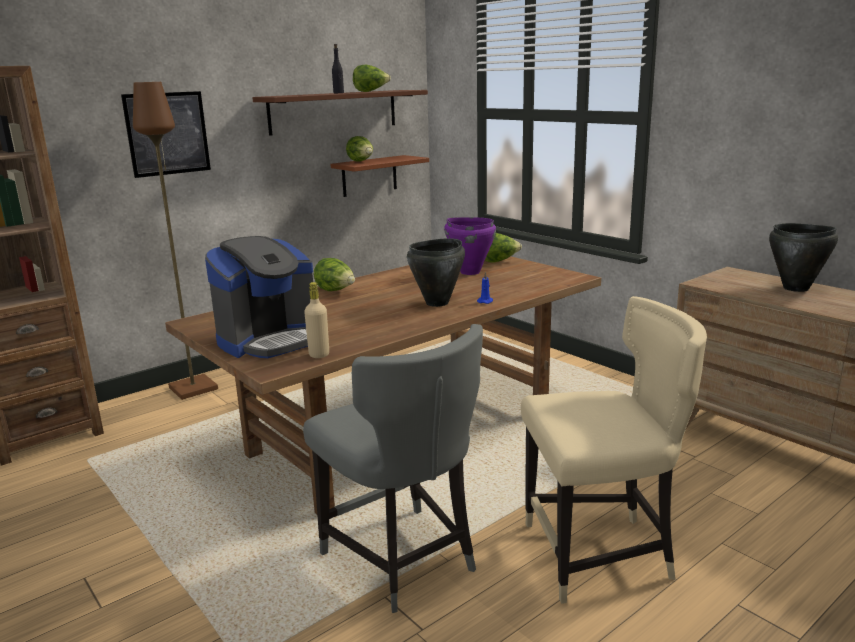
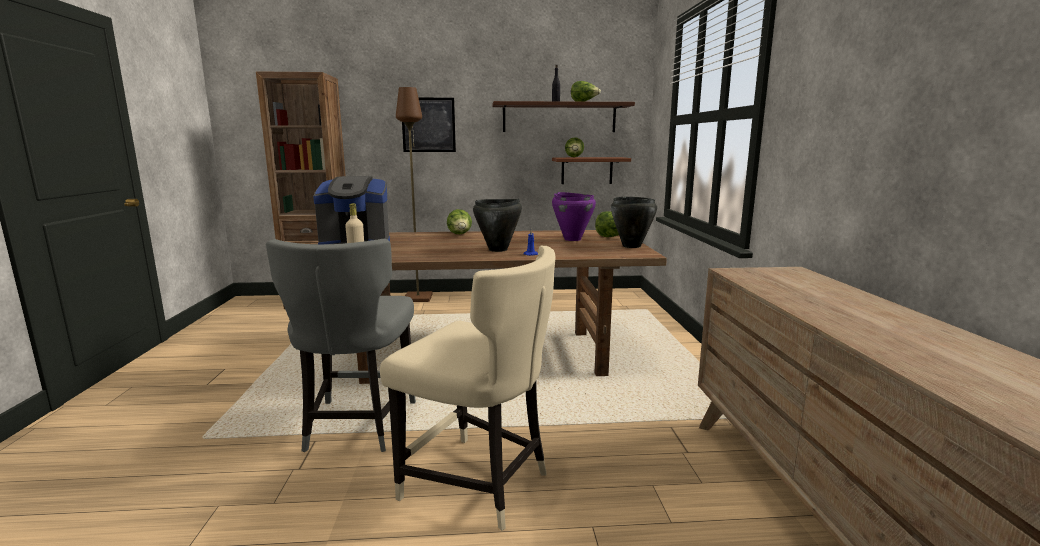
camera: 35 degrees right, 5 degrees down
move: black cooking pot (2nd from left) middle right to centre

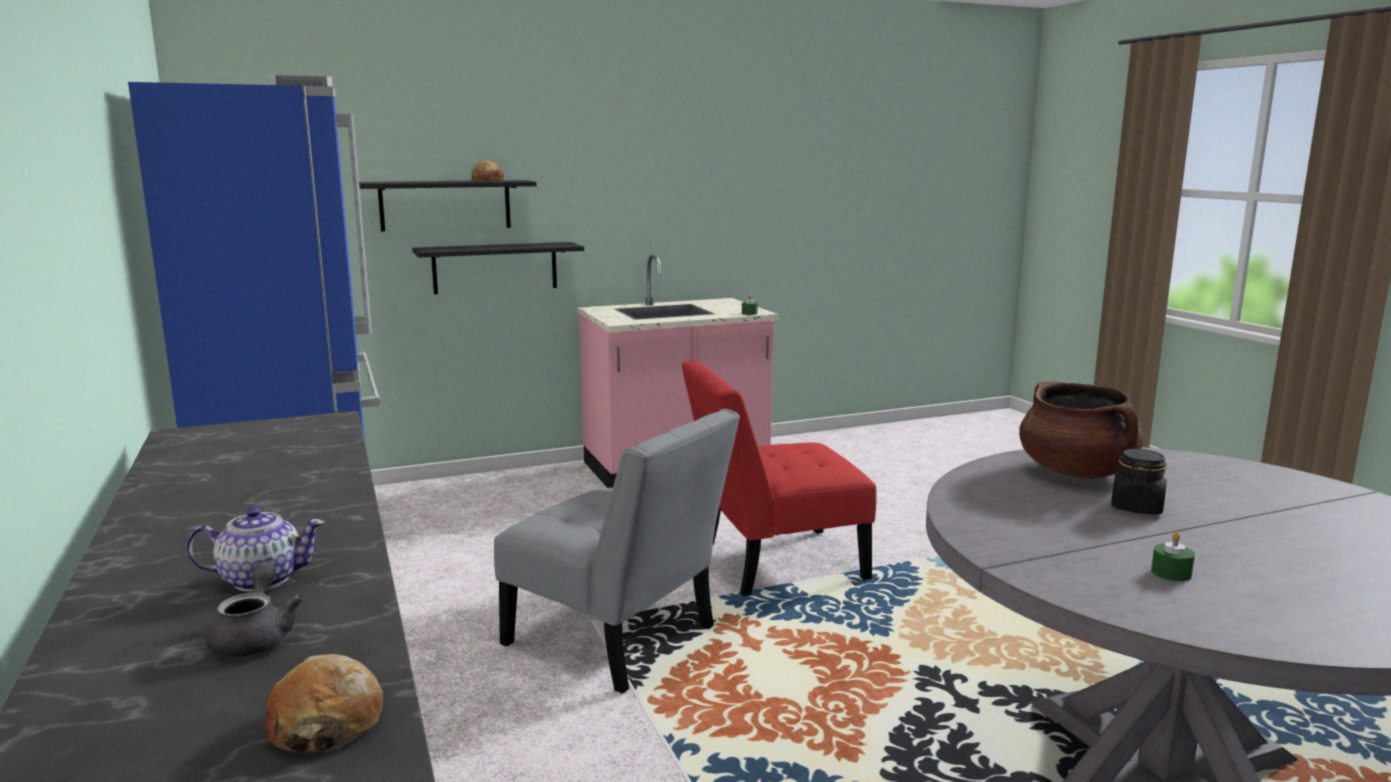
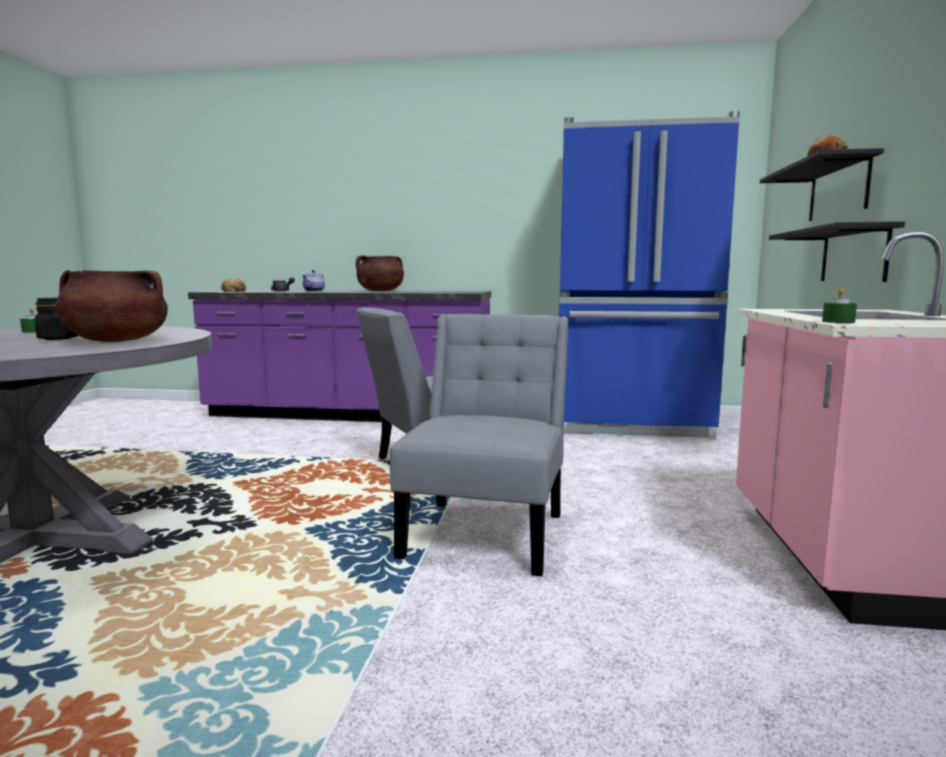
camera: 120 degrees right, 5 degrees down
insert: brown cooking pot (2nd from left) centre
recolor: red chair centre to grey chair (2nd from left) centre

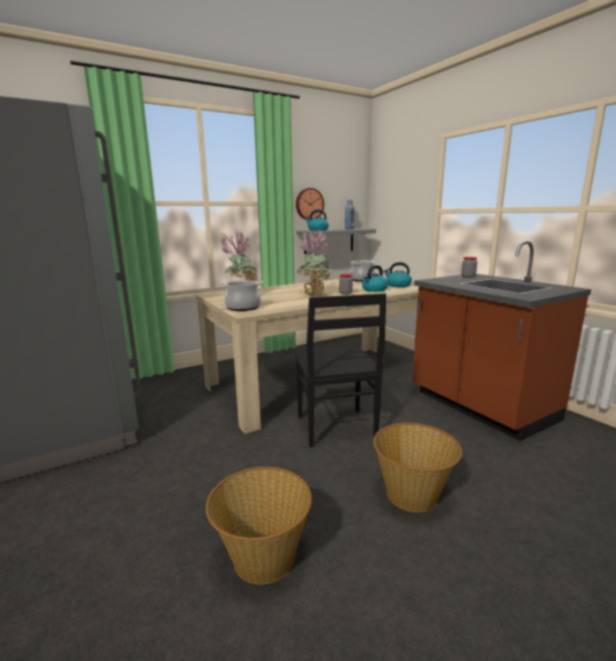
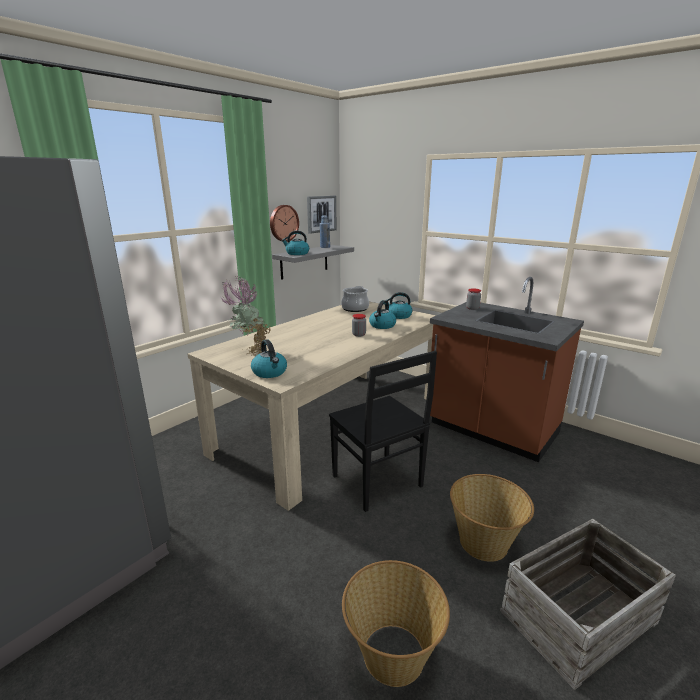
camera: 20 degrees left, 5 degrees up
delete: potted plant (2nd from left) centre
insert: picture top centre; crate bottom right
replace: cooking pot (1st from left) centre to kettle (1st from left) centre

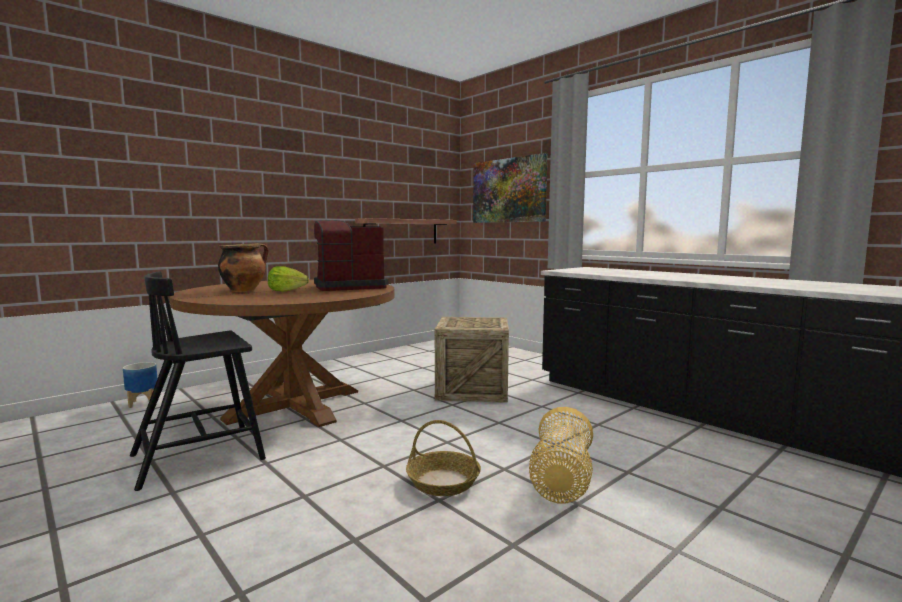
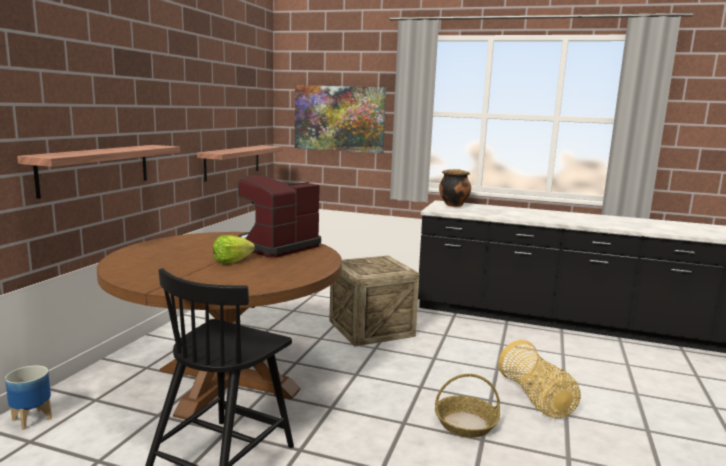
camera: 30 degrees left, 5 degrees up
insert: shelf (1st from left) middle left
move: cooking pot middle left to centre

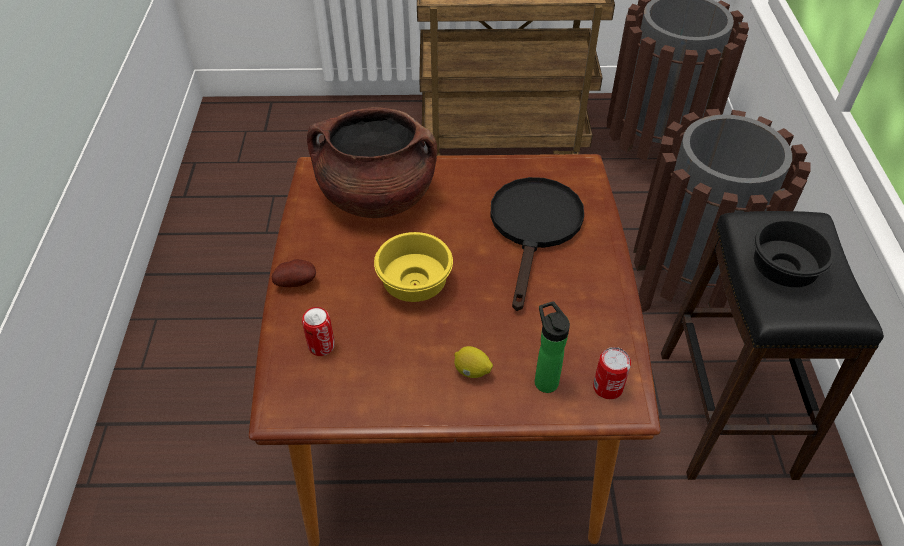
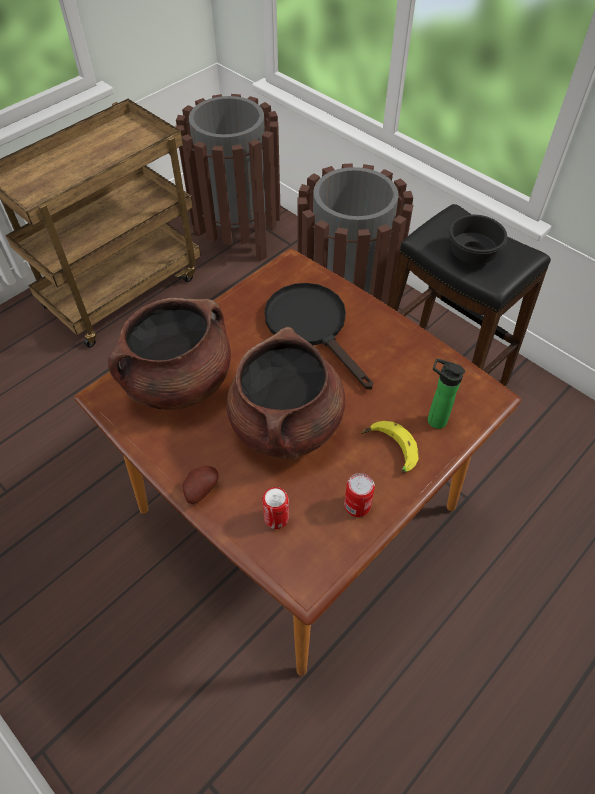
camera: 45 degrees left, 5 degrees up
move: can (2nd from left) bottom right to centre
replace: yellow bowl centre to brown cooking pot (2nd from left) centre; lemon centre to banana centre

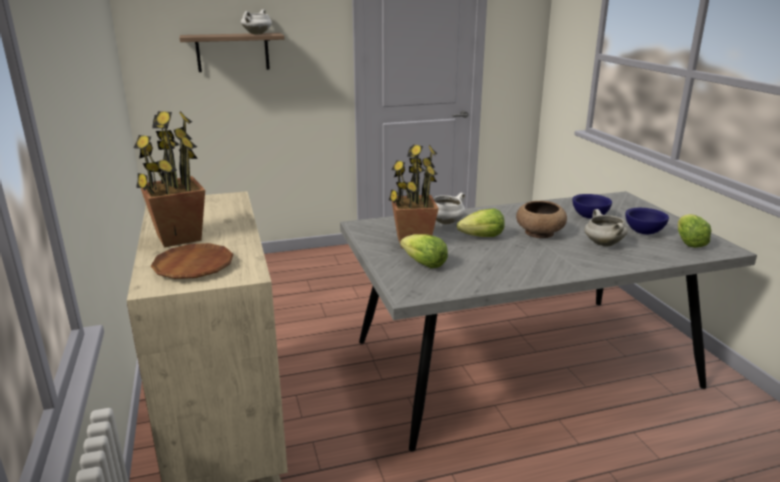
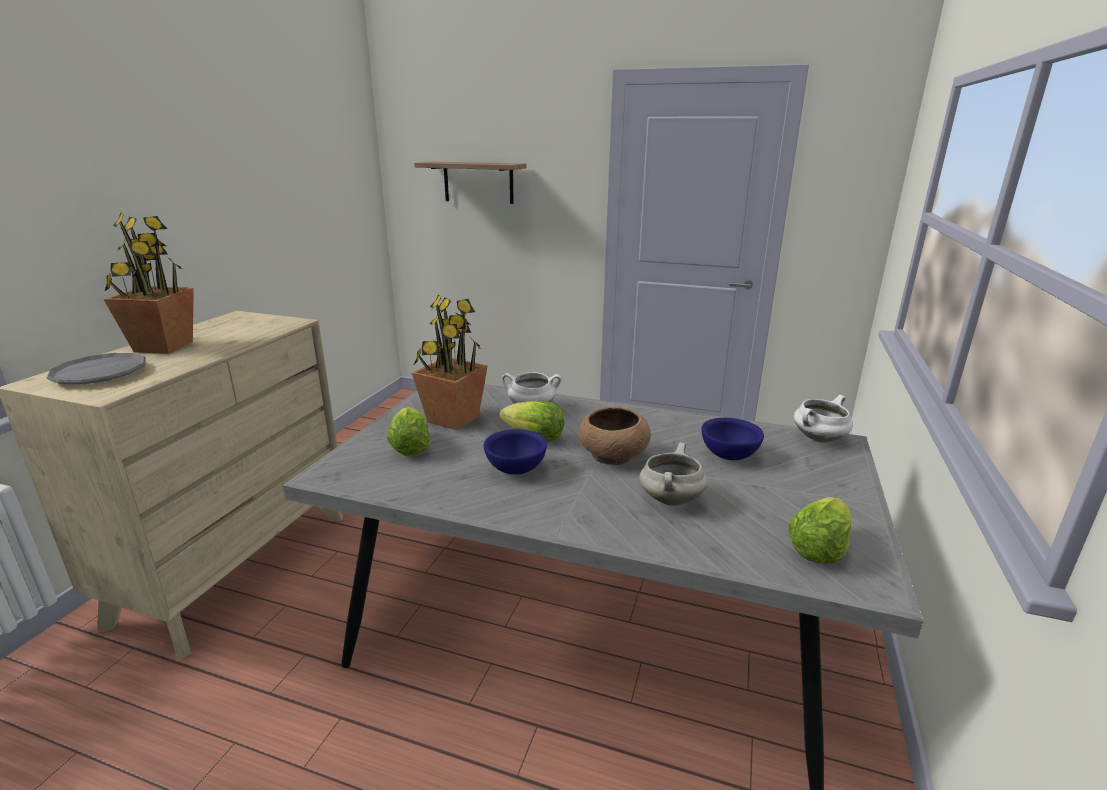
camera: 35 degrees right, 0 degrees up
move: white cooking pot (1st from left in the first image) top left to white cooking pot (3rd from left) middle right; blue bowl (2nd from left in the first image) middle right to blue bowl (1st from left) centre
recolor: brown plate middle left to grey plate middle left

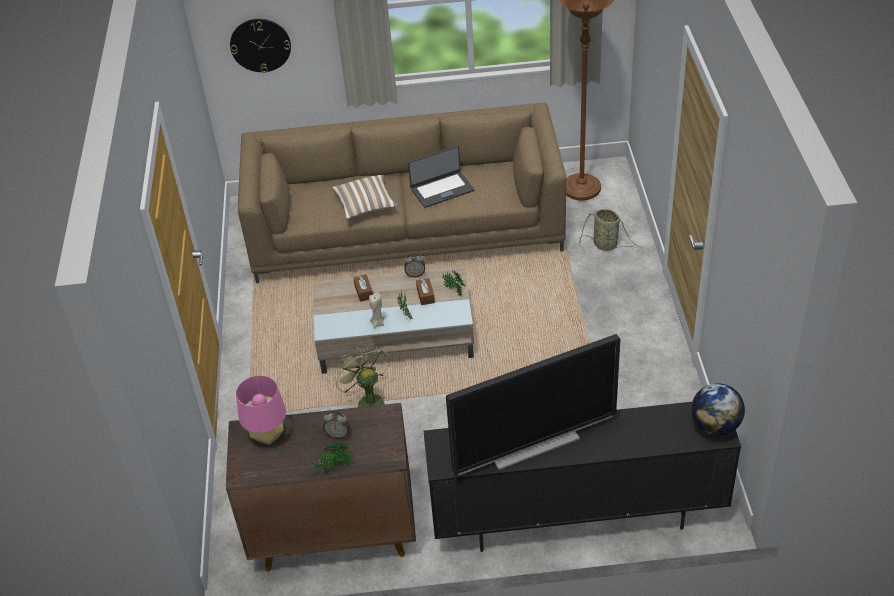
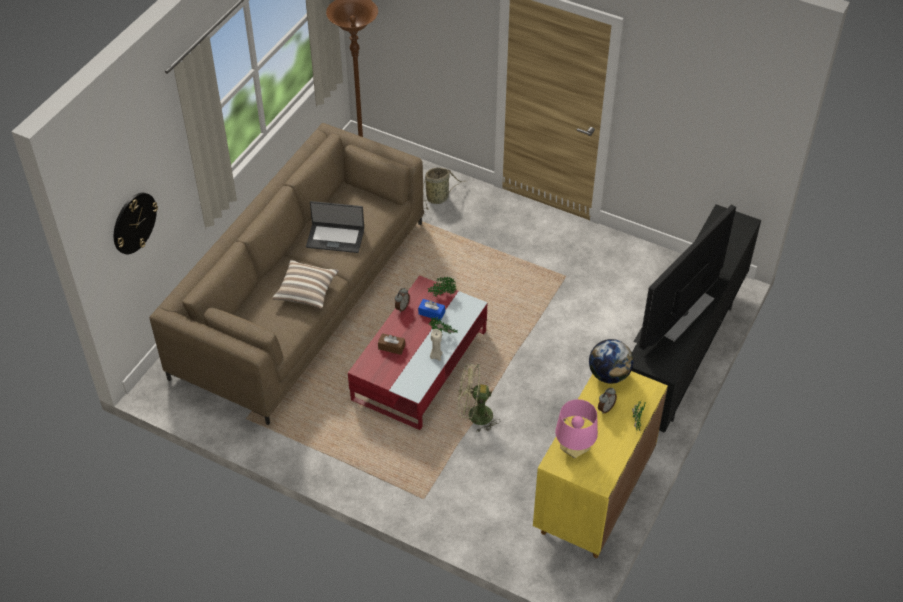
camera: 60 degrees left, 5 degrees up
move: globe bottom right to middle right
recolor: brown cabinet bottom centre to yellow cabinet bottom centre; beige coffee table centre to red coffee table centre; brown tissue box (2nd from left) centre to blue tissue box centre
rotate: laptop top centre = centre 90 degrees clockwise; television bottom centre = middle right 150 degrees counterclockwise

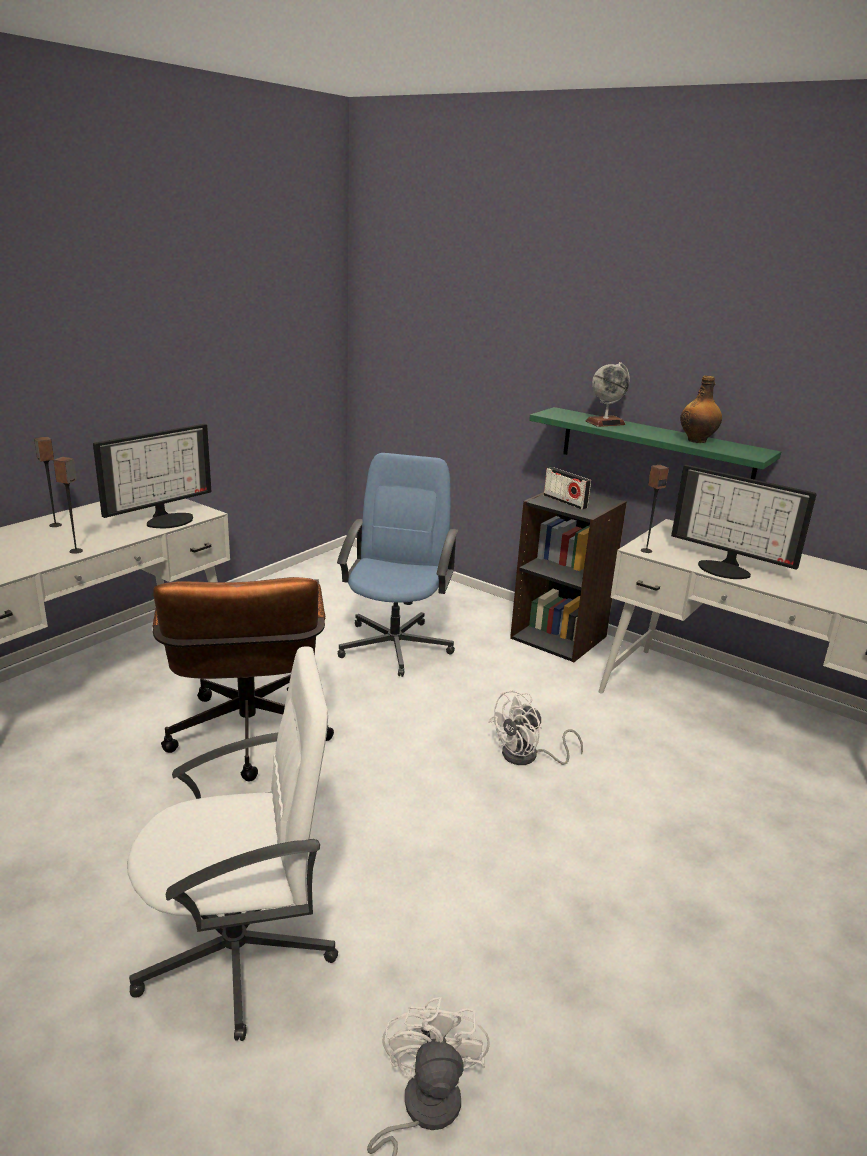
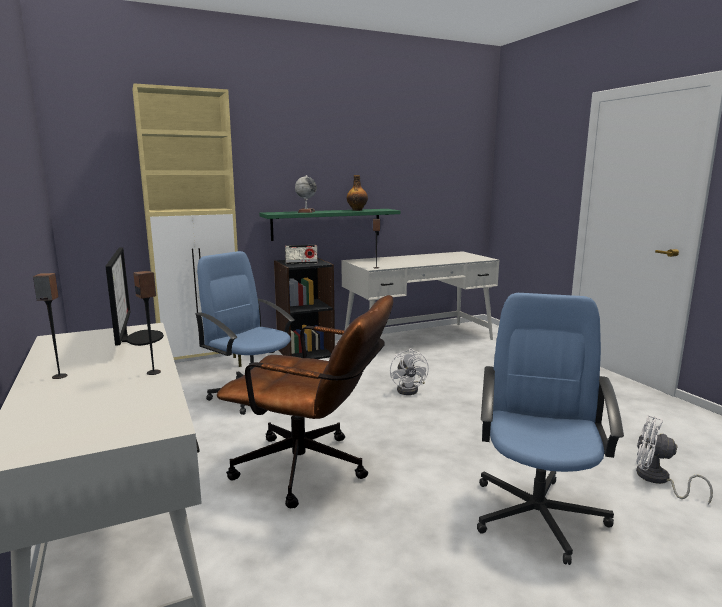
camera: 60 degrees left, 10 degrees down
delete: monitor (2nd from left) middle right
insert: beige cabinet middle left
recolor: white office chair bottom left to blue office chair (2nd from left) bottom right

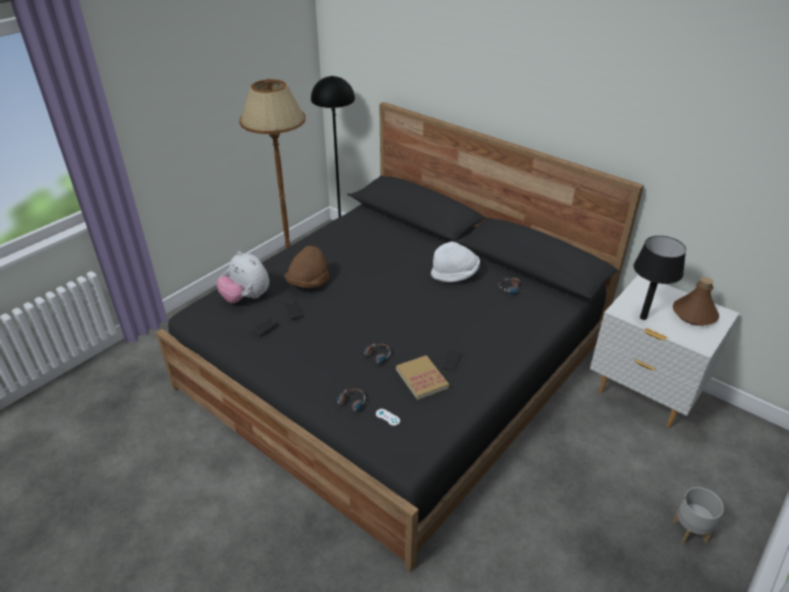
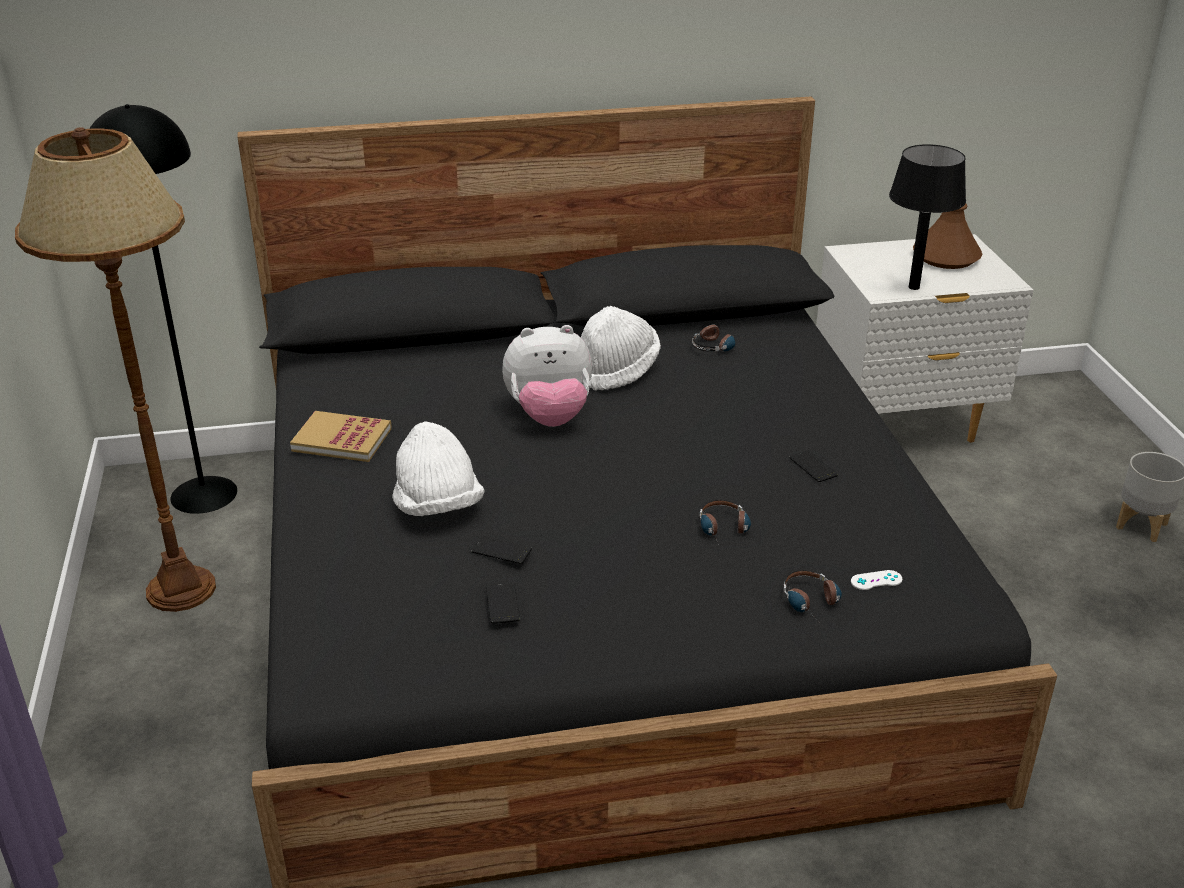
camera: 50 degrees left, 5 degrees down
move: plush toy middle left to centre; book centre to middle left
recolor: brown hat centre to white hat (1st from left) centre

